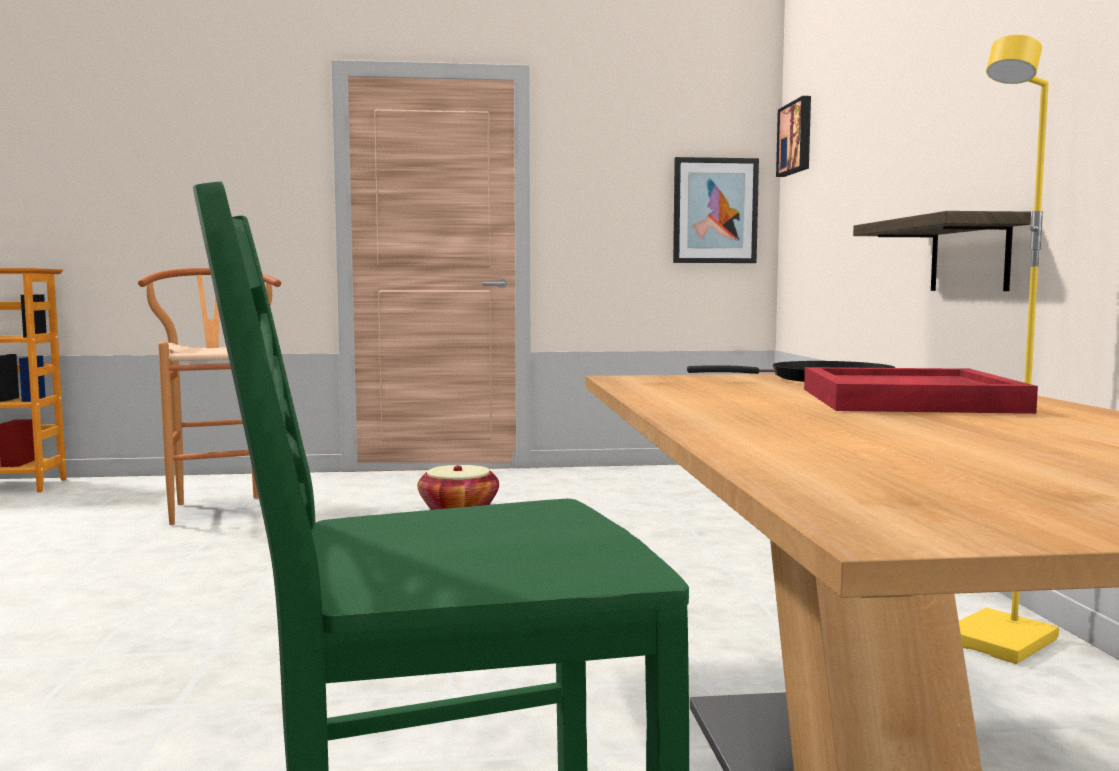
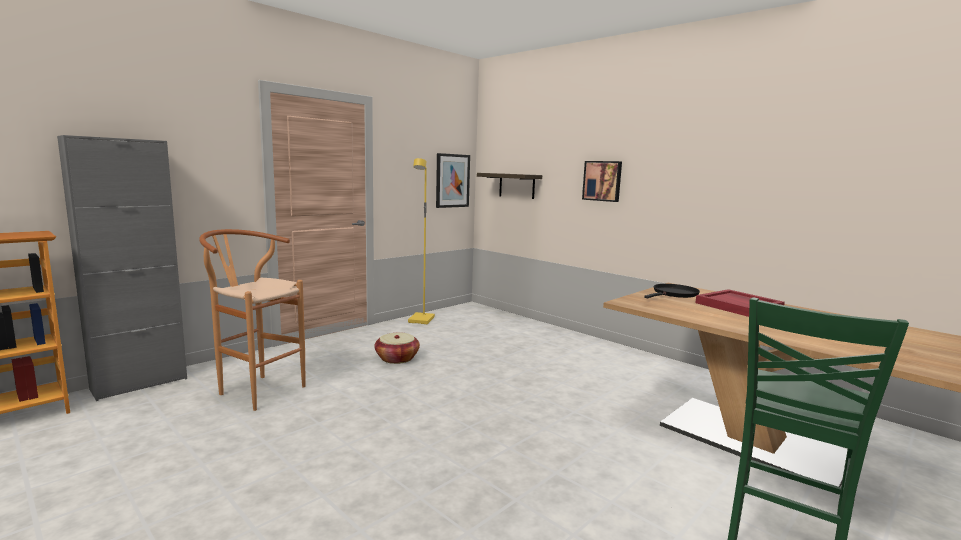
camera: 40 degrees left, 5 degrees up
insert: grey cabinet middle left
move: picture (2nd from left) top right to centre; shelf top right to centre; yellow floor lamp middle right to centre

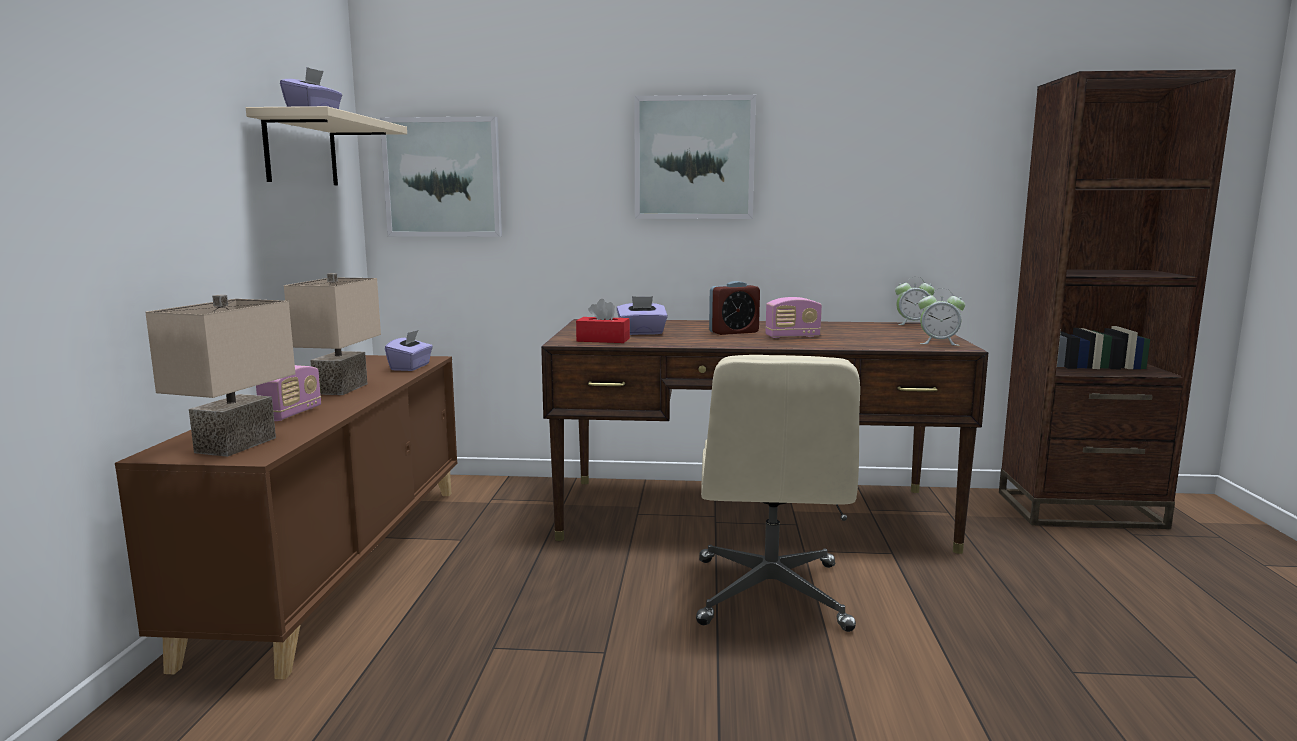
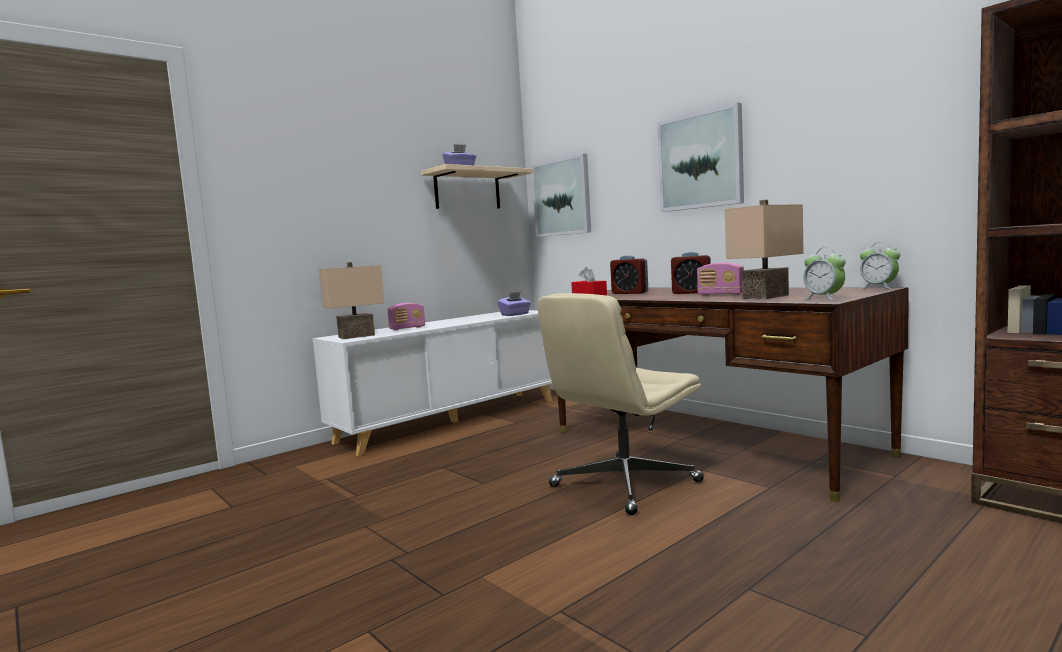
camera: 45 degrees right, 5 degrees down
move: beige table lamp (2nd from left) middle left to middle right
replace: purple tissue box (3rd from left) centre to alarm clock (1st from left) centre
recolor: brown cabinet bottom left to white cabinet centre

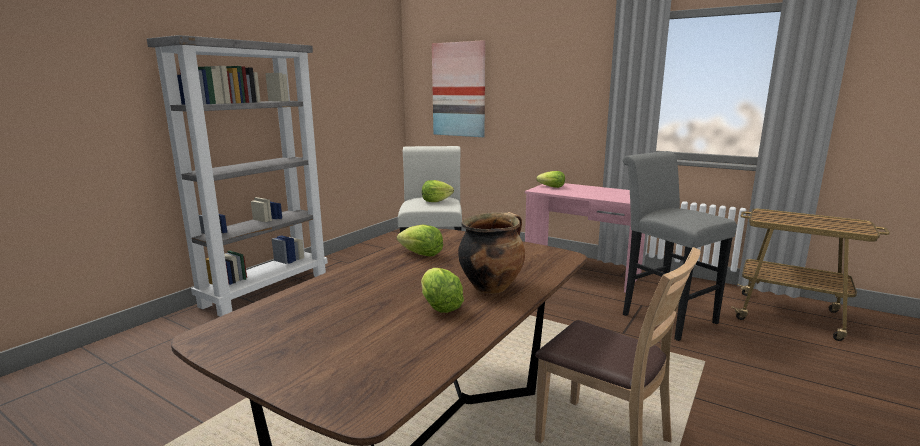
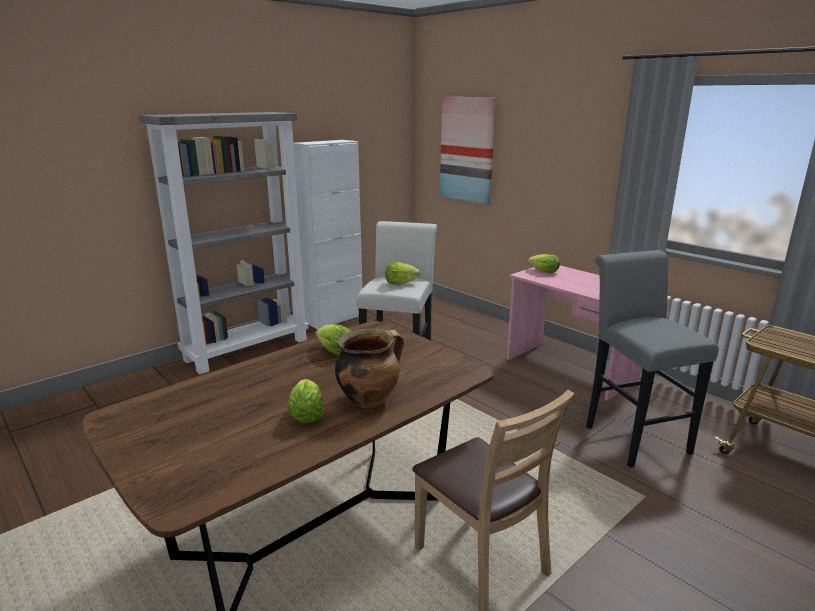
camera: 15 degrees right, 5 degrees up
insert: white cabinet centre

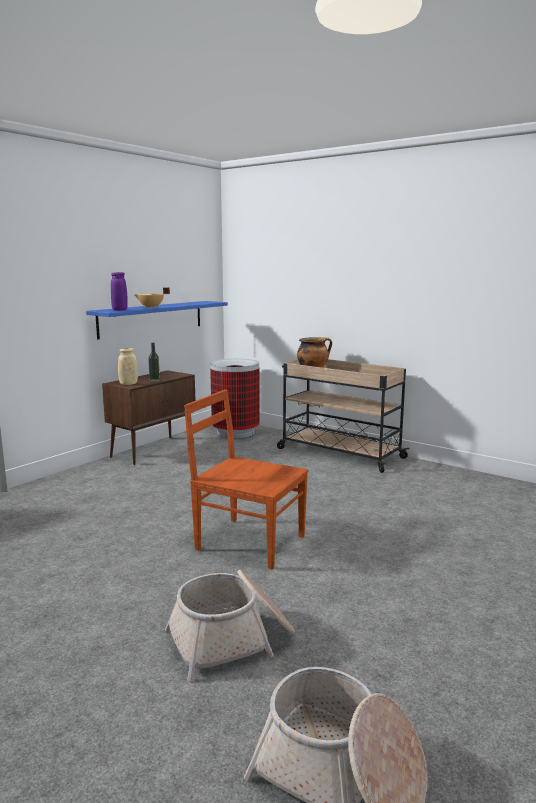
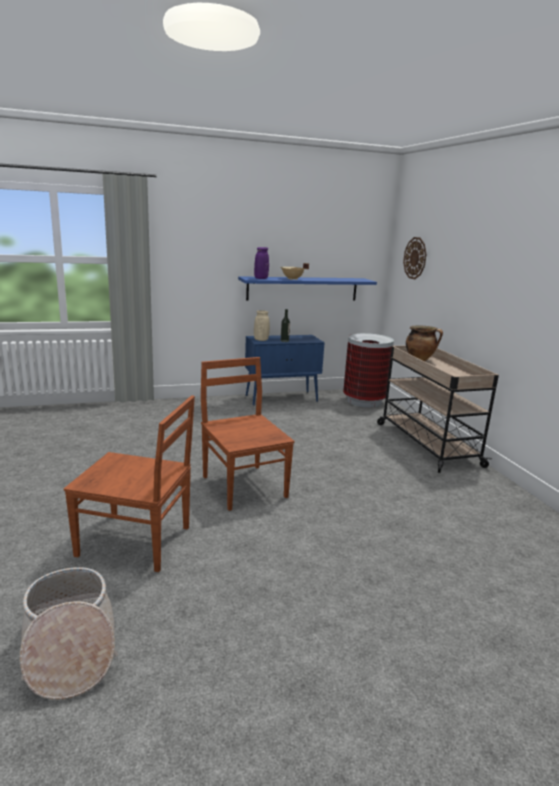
camera: 35 degrees right, 5 degrees up
insert: wall clock top right
replace: basket (1st from left) bottom centre to brown chair (1st from left) middle left
recolor: brown cabinet middle left to blue cabinet centre

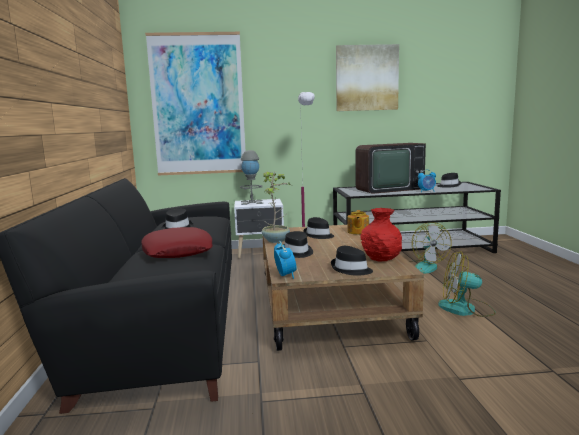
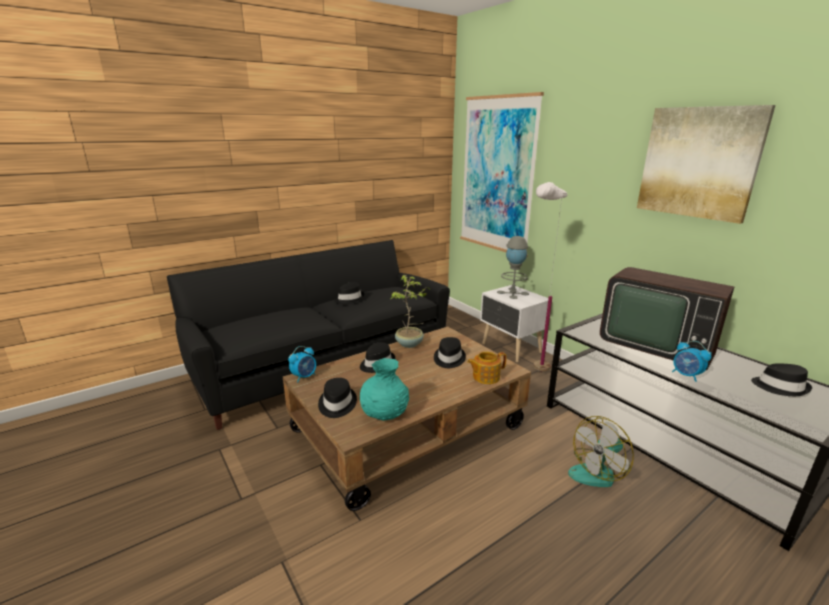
camera: 60 degrees right, 10 degrees up
delete: red pillow middle left; fan (2nd from left) middle right
recolor: red vase centre to turquoise vase centre

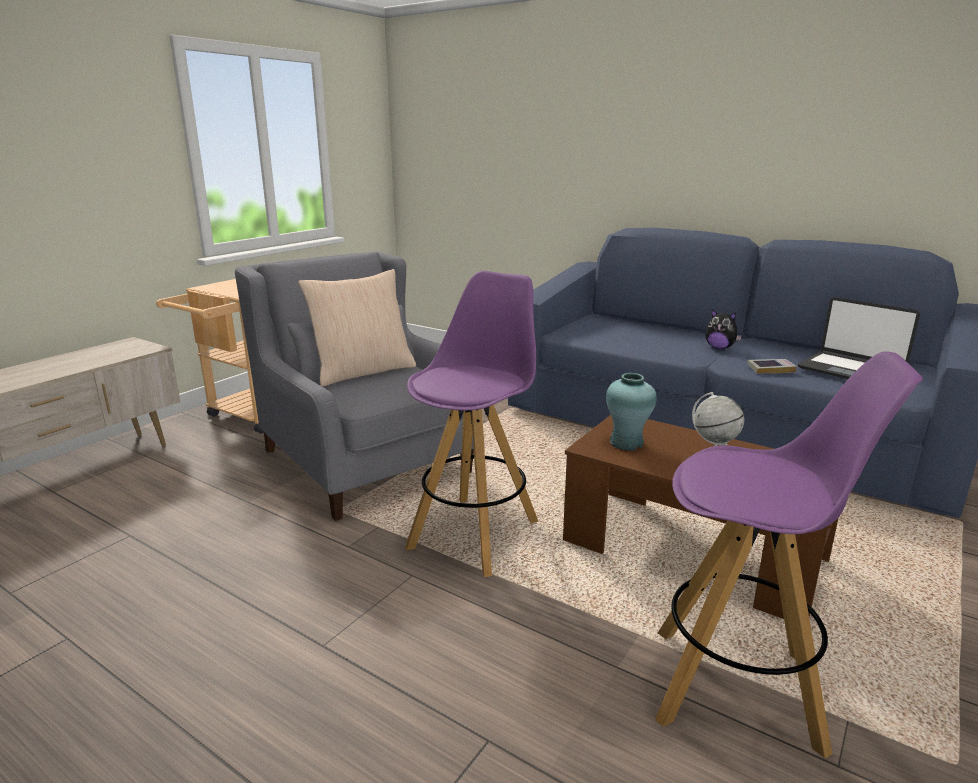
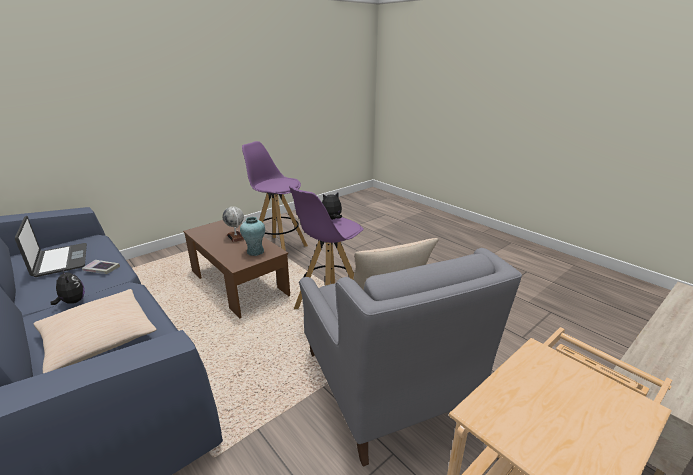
camera: 165 degrees left, 5 degrees up
insert: beige pillow (1st from left) bottom left; plush toy (2nd from left) centre

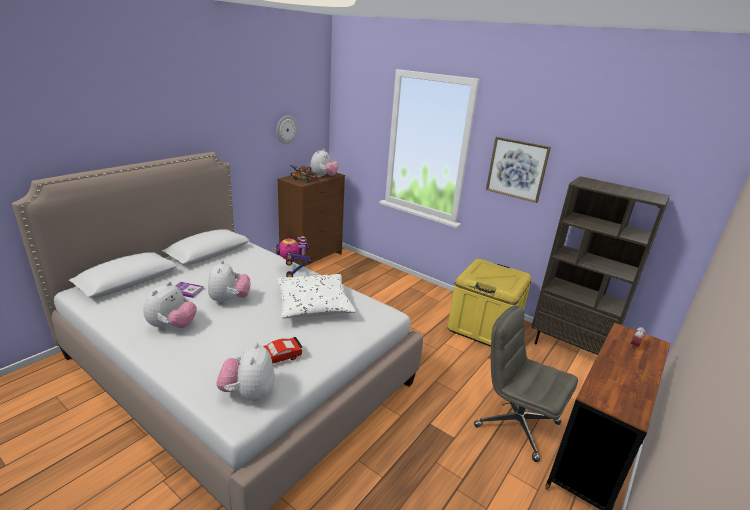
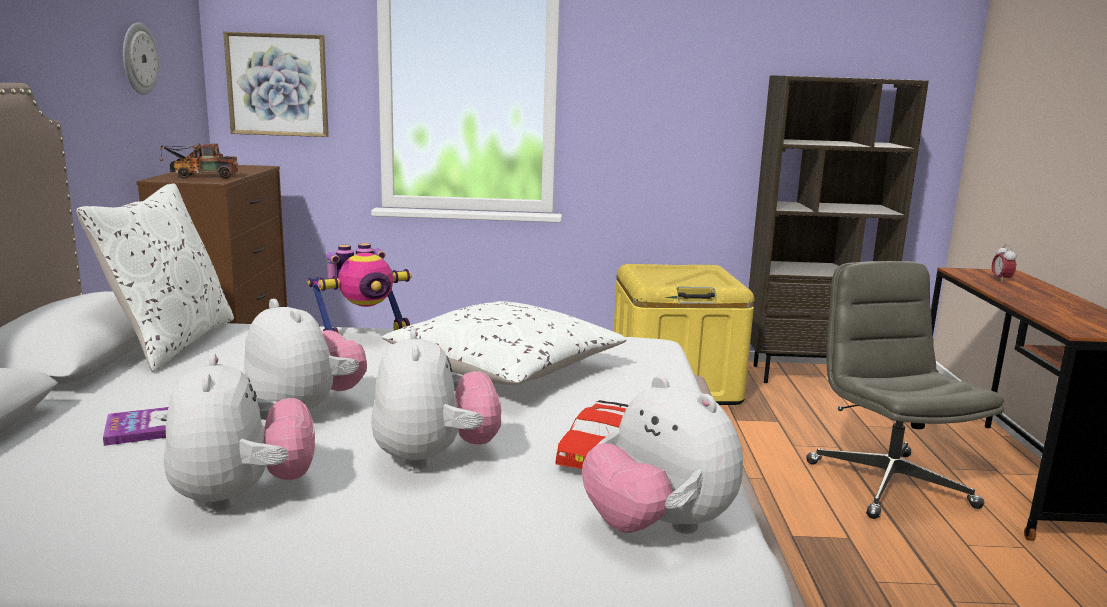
camera: 35 degrees left, 10 degrees down
insert: white pillow (1st from left) middle left
move: plush toy (4th from left in the first image) top centre to plush toy (3rd from left) centre; picture middle right to top left
rotate: toy robot centre = middle left 75 degrees counterclockwise; grey office chair bottom right = middle right 75 degrees clockwise

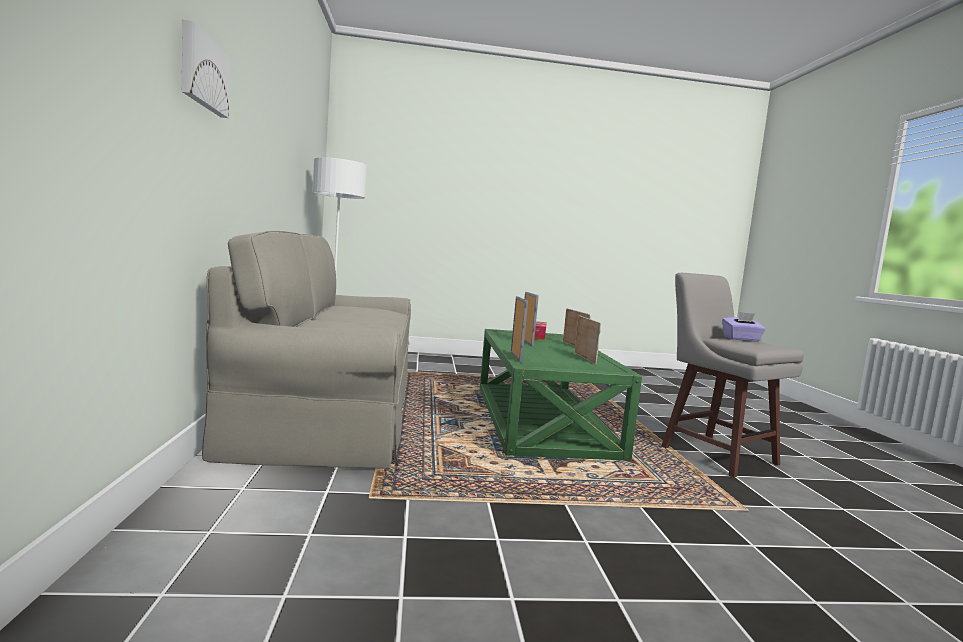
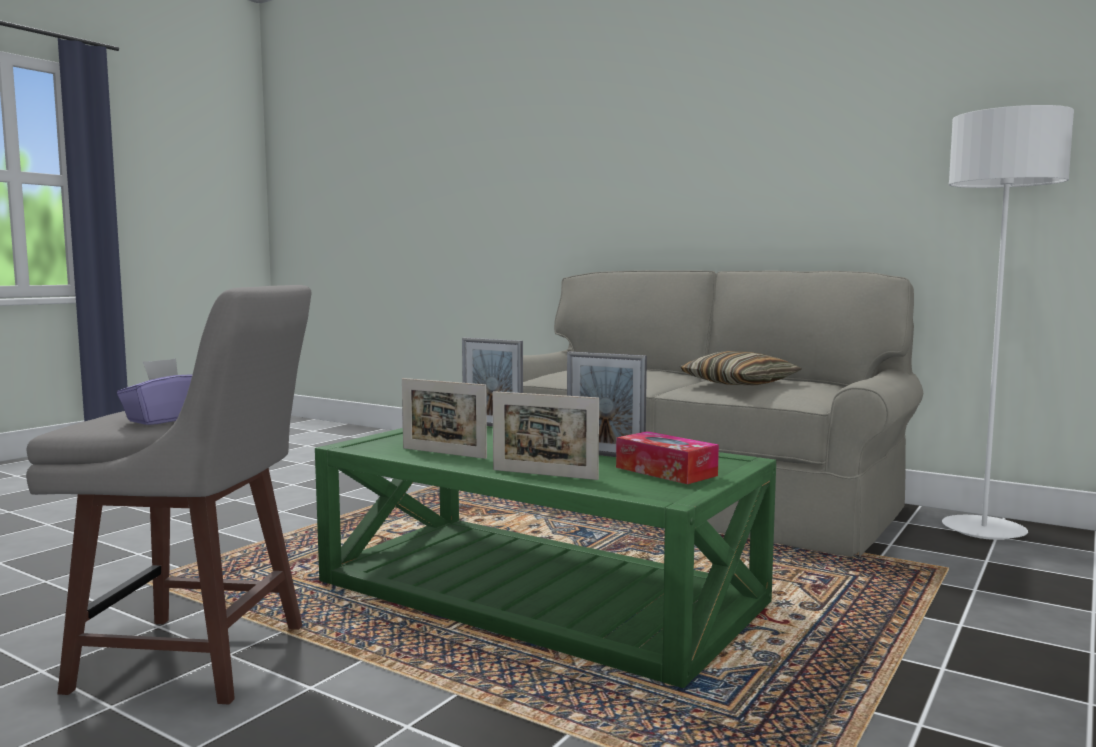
camera: 130 degrees right, 0 degrees up
delete: picture top left
insert: pillow middle right

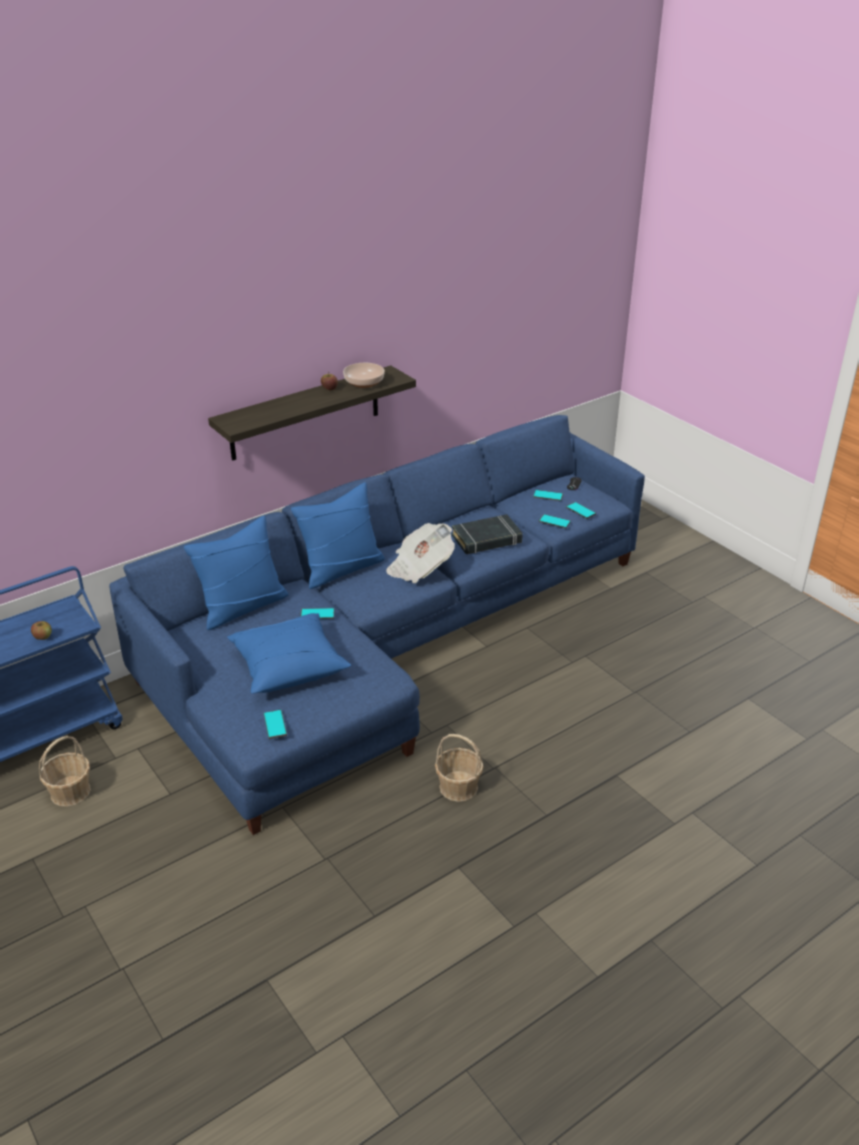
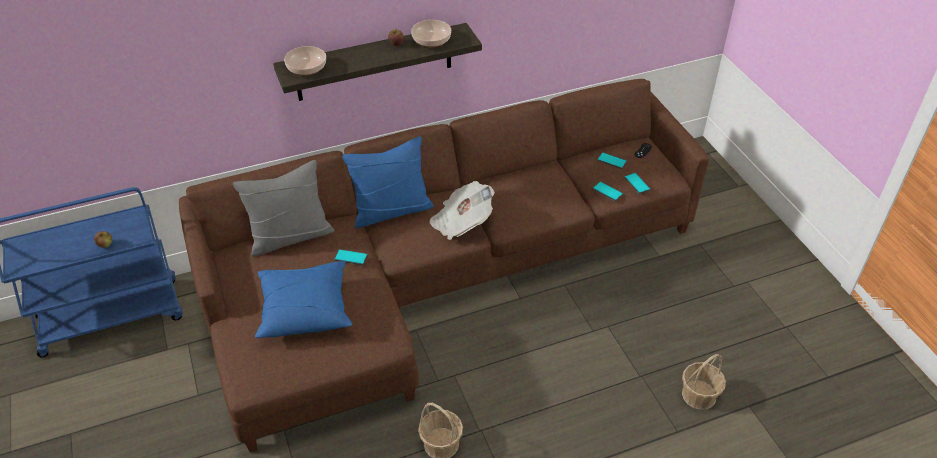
camera: 15 degrees right, 10 degrees up
delete: phone (1st from left) middle left; black book centre
insert: bowl (1st from left) top left
move: basket (1st from left in the first image) bottom left to basket (2nd from left) bottom right
recolor: blue sofa centre to brown sofa centre; blue pillow (1st from left) middle left to grey pillow middle left

